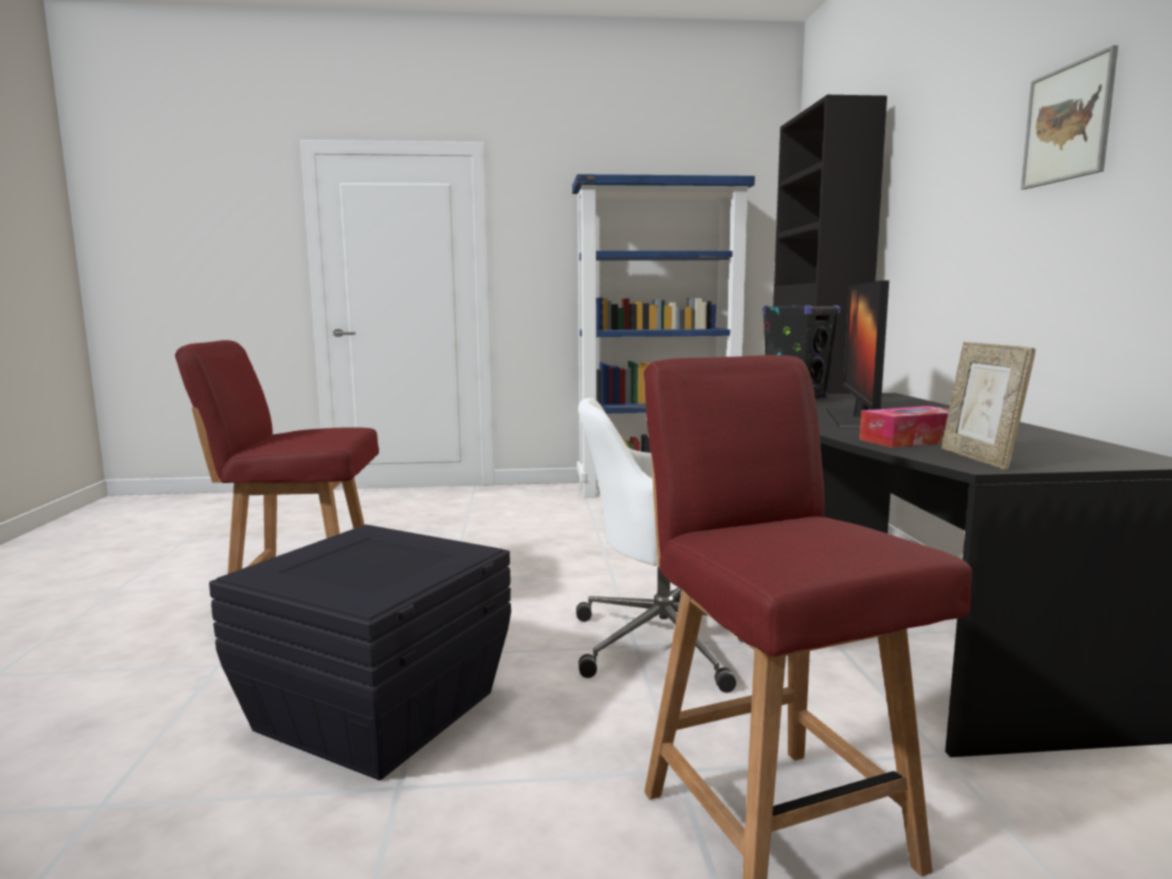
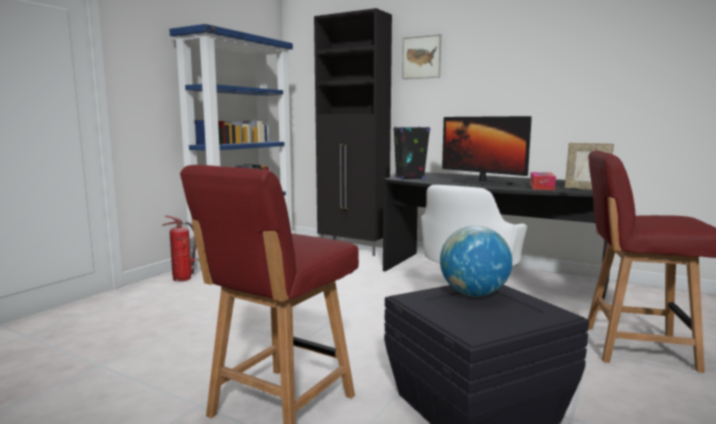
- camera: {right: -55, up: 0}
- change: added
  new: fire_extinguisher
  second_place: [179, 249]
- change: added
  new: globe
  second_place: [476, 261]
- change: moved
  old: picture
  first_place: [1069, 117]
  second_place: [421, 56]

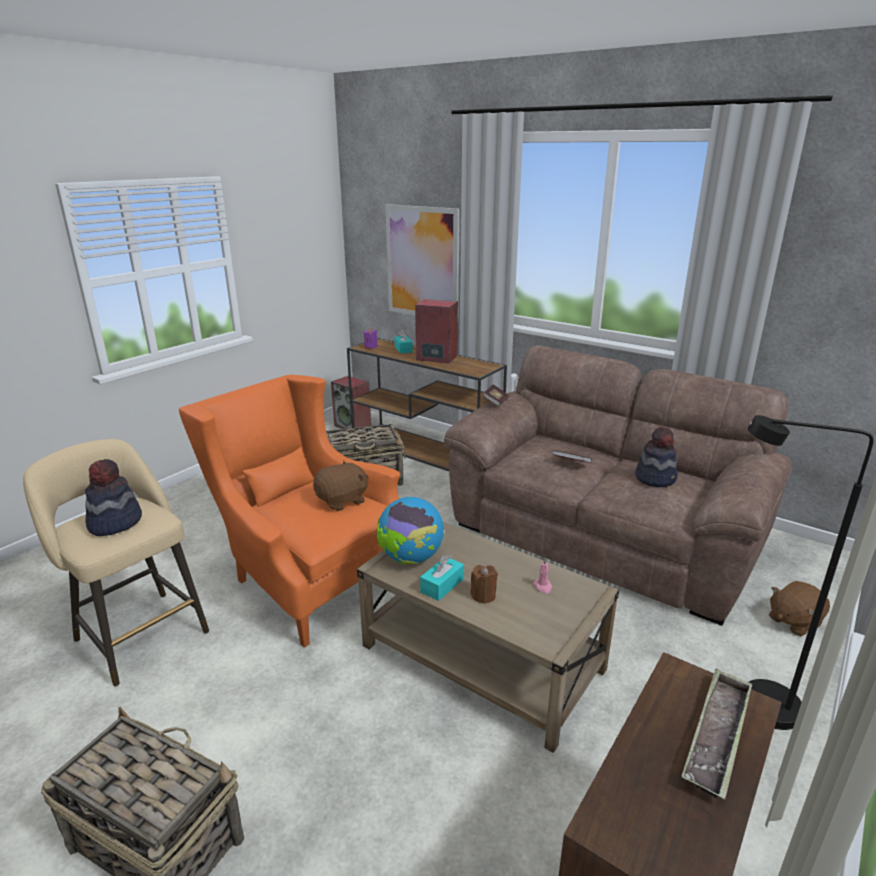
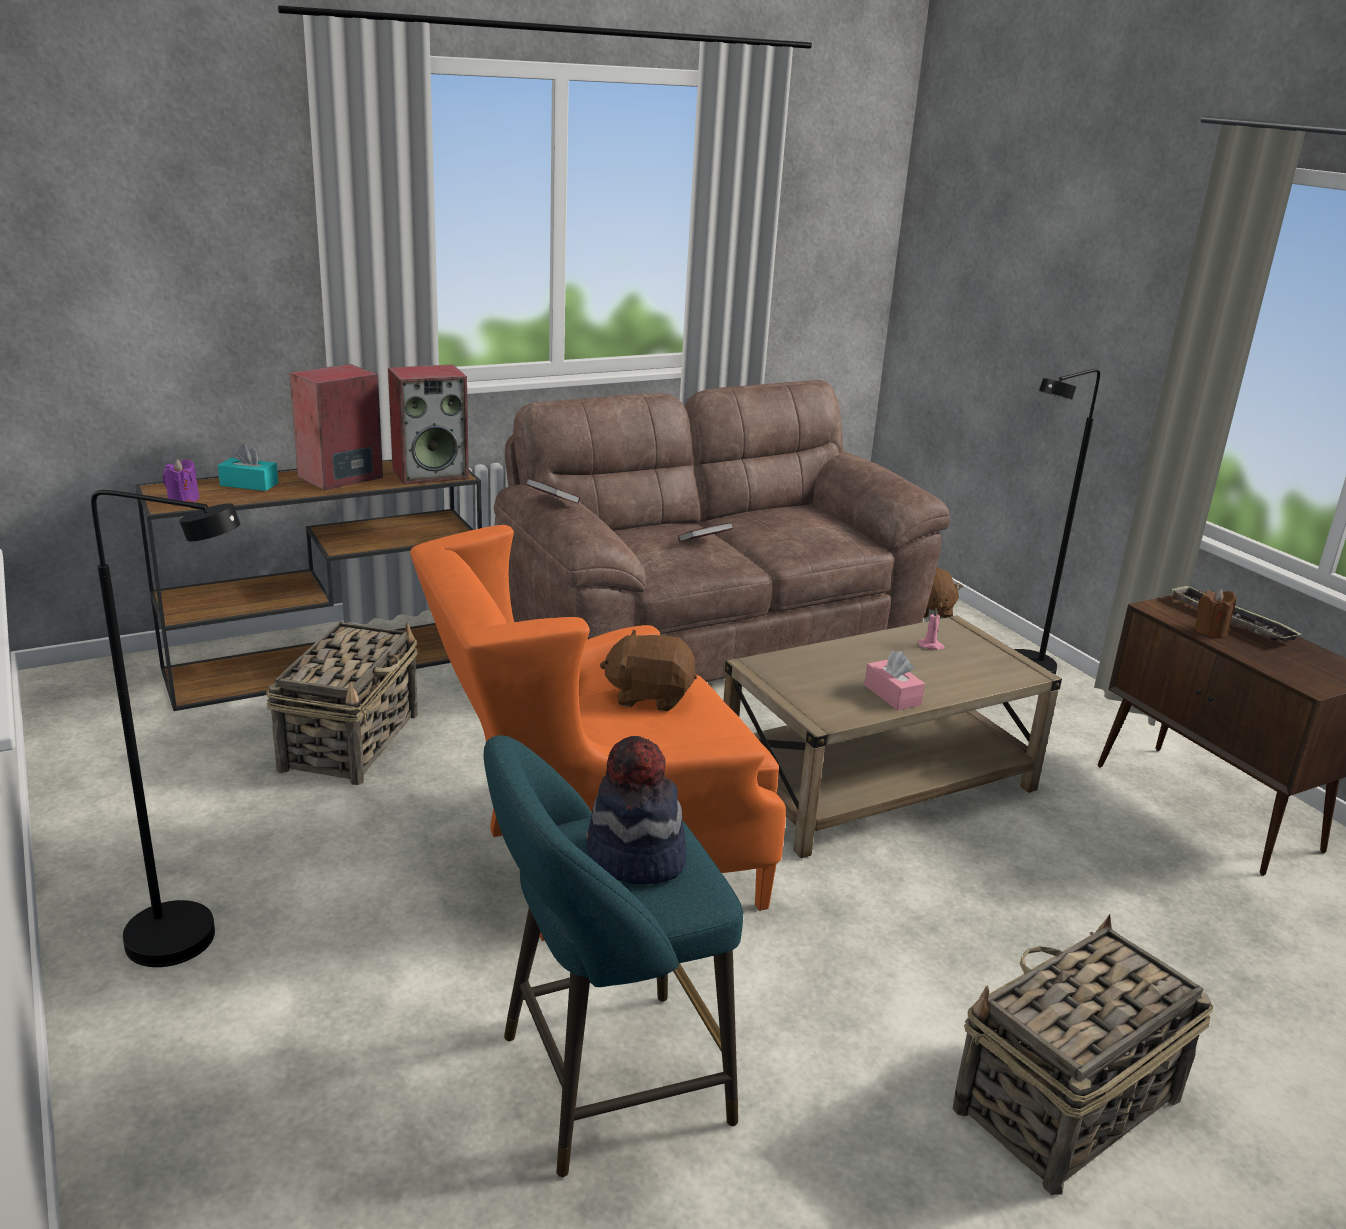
- camera: {right: -65, up: 0}
- change: removed
  old: globe
  first_place: [410, 531]
- change: removed
  old: picture
  first_place: [422, 259]
- change: removed
  old: hat
  first_place: [656, 457]
- change: added
  new: black_floor_lamp
  second_place: [165, 728]
- change: moved
  old: speaker
  first_place: [351, 402]
  second_place: [428, 424]
- change: moved
  old: brown_candle
  first_place: [484, 584]
  second_place: [1215, 613]
- change: recoloured
  old: beige_stool
  new: turquoise_stool
  first_place: [116, 563]
  second_place: [613, 956]
- change: recoloured
  old: turquoise_tissue_box
  new: pink_tissue_box
  first_place: [442, 577]
  second_place: [894, 680]
- change: turned
  old: brown_plush_toy
  first_place: [341, 485]
  second_place: [648, 670]
  degrees: -75

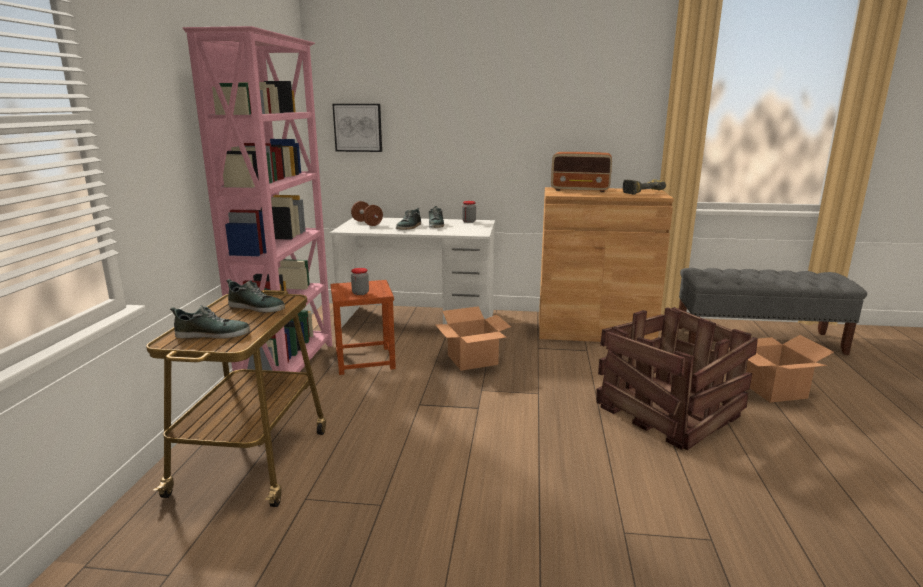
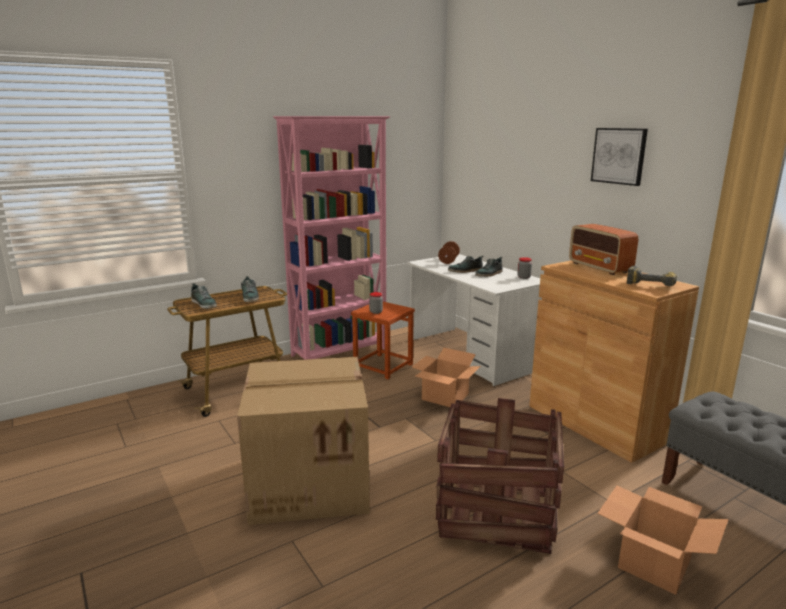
- camera: {right: 50, up: 0}
- change: added
  new: cardboard_box
  second_place: [303, 441]
- change: moved
  old: picture
  first_place: [357, 128]
  second_place: [619, 157]

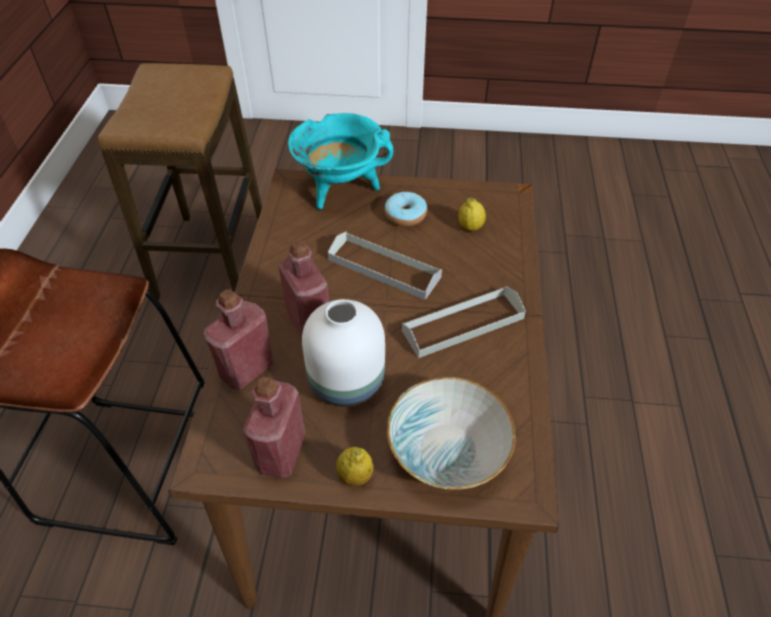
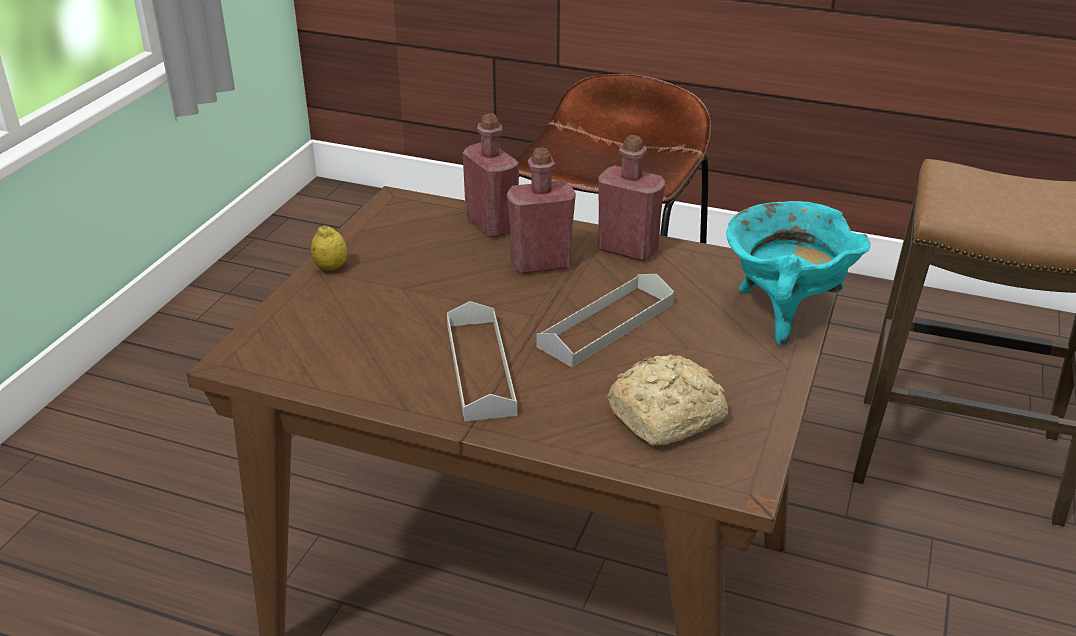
- camera: {right: 105, up: -15}
- change: removed
  old: white_vase
  first_place: [343, 353]
- change: removed
  old: donut
  first_place: [406, 209]
- change: removed
  old: bowl
  first_place: [451, 433]
- change: moved
  old: red_bottle
  first_place: [274, 427]
  second_place: [631, 198]
- change: replaced
  old: lemon
  new: bread
  first_place: [472, 214]
  second_place: [667, 400]

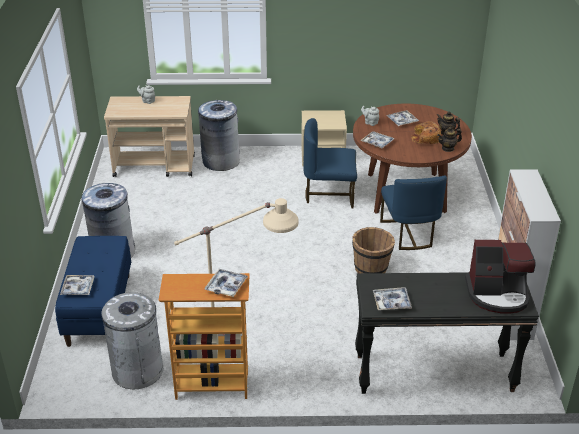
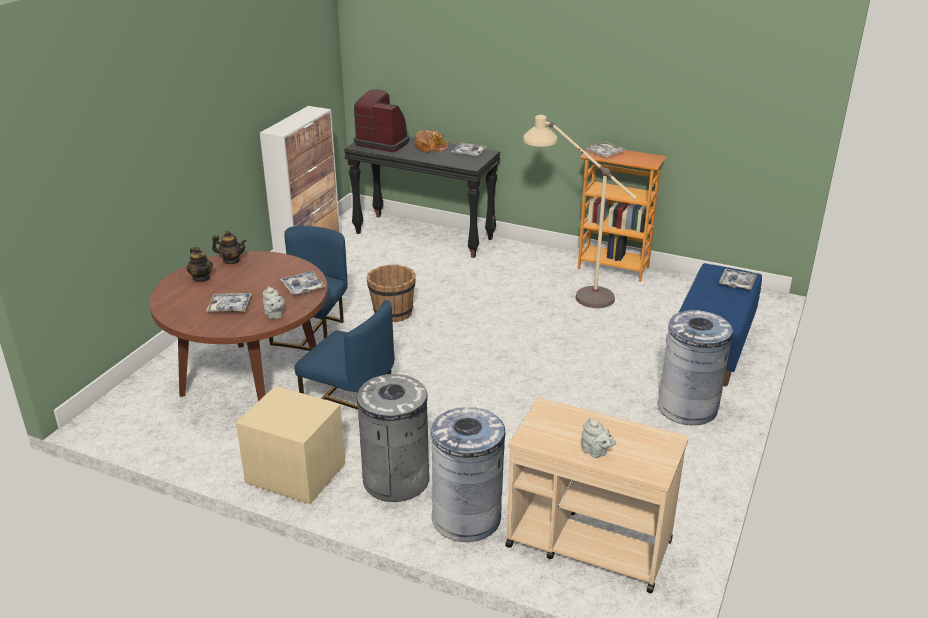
- camera: {right: -155, up: -5}
- change: moved
  old: grey_trash_can
  first_place: [132, 340]
  second_place: [392, 438]
- change: moved
  old: bread
  first_place: [426, 132]
  second_place: [431, 141]

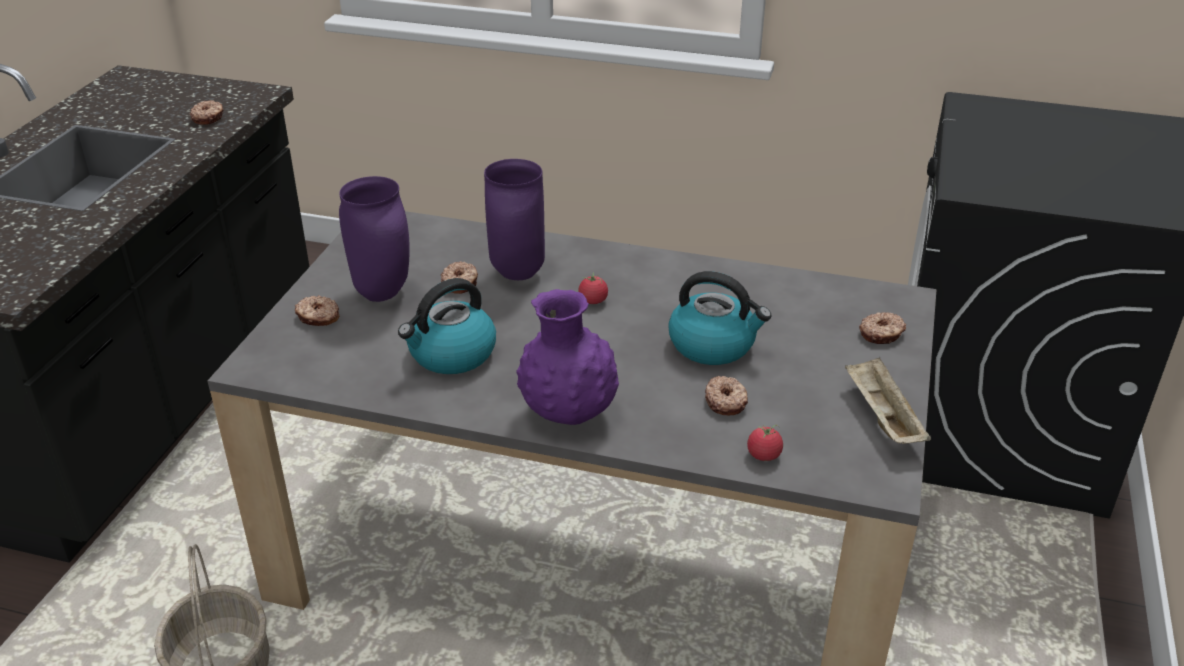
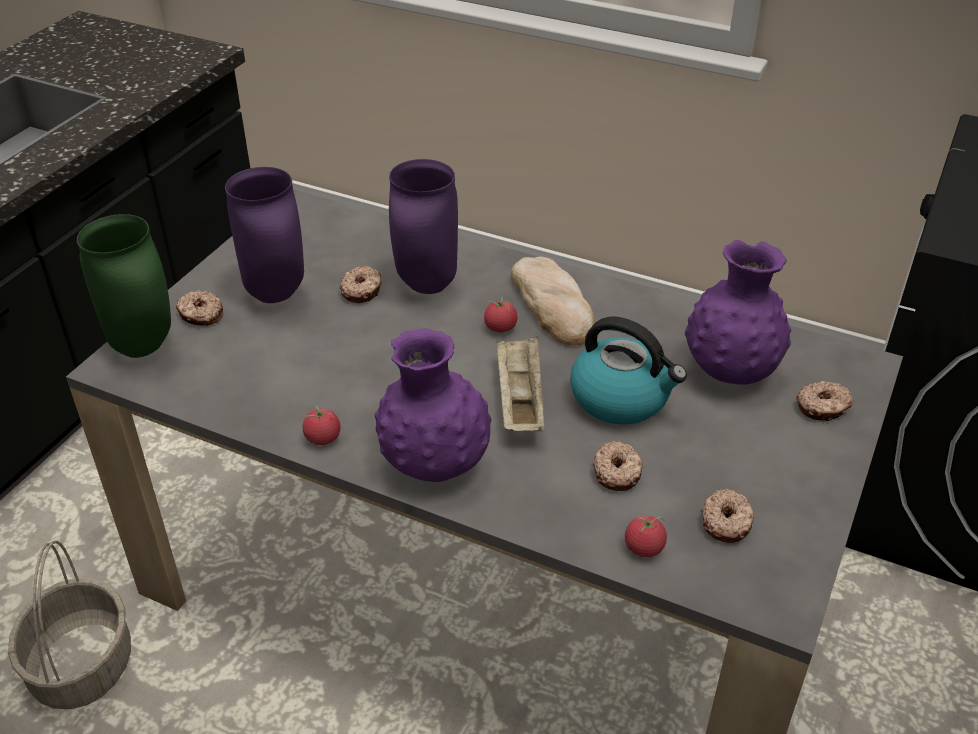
- camera: {right: 10, up: 5}
- change: removed
  old: kettle
  first_place: [447, 326]
- change: added
  new: green_vase
  second_place: [124, 286]
- change: added
  new: tomato
  second_place: [321, 425]
- change: added
  new: bread
  second_place: [553, 301]
- change: added
  new: purple_vase
  second_place: [738, 312]
- change: moved
  old: donut
  first_place: [206, 112]
  second_place: [727, 515]
- change: moved
  old: beige_tray
  first_place: [888, 400]
  second_place: [520, 384]

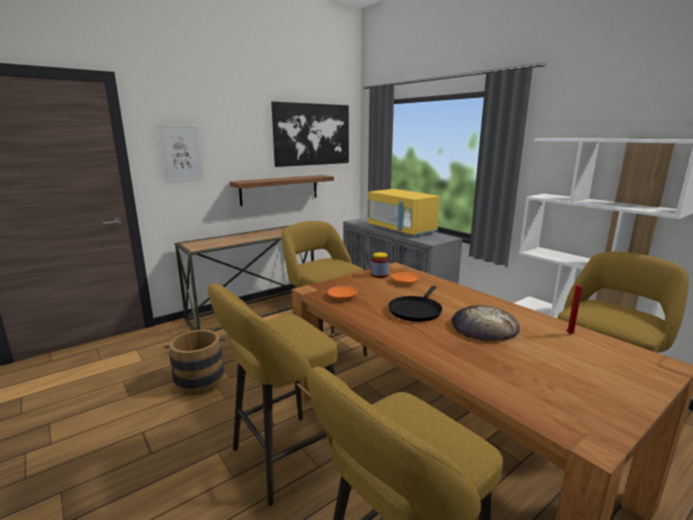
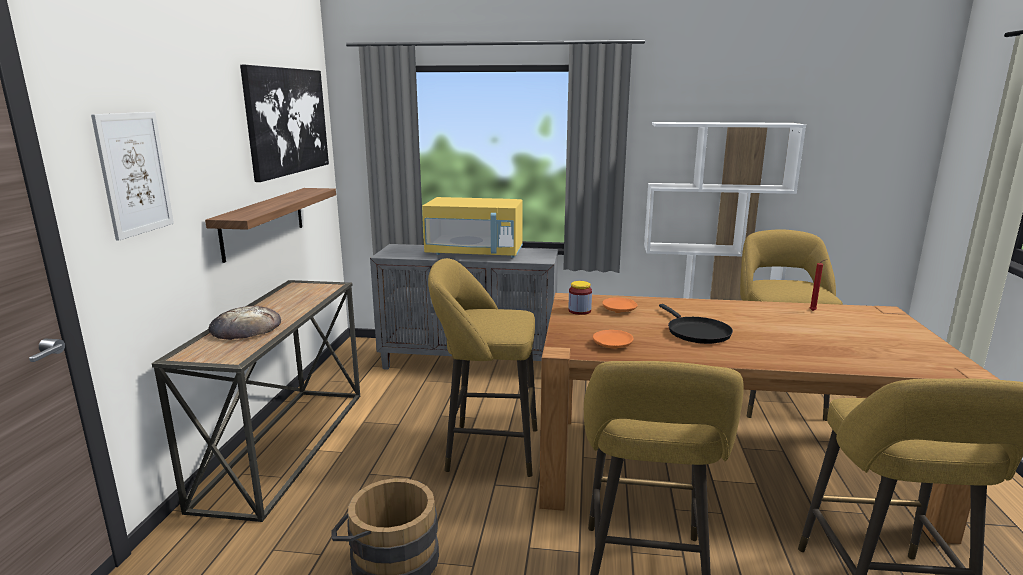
- camera: {right: -45, up: 0}
- change: moved
  old: bread
  first_place: [486, 323]
  second_place: [244, 323]

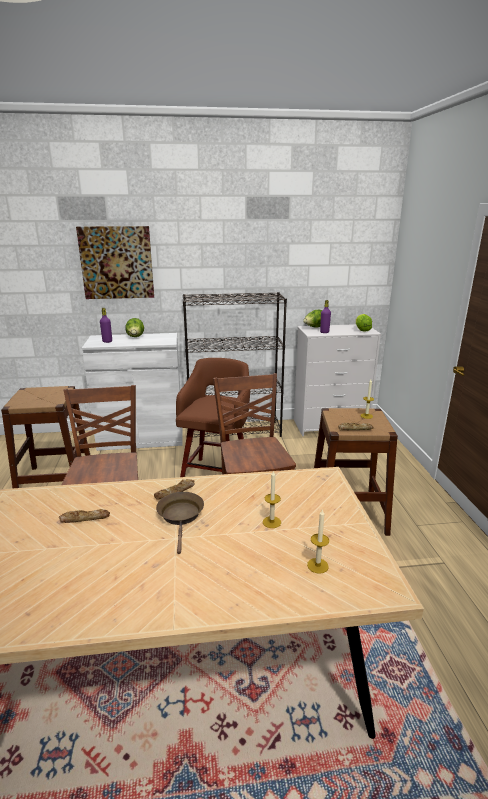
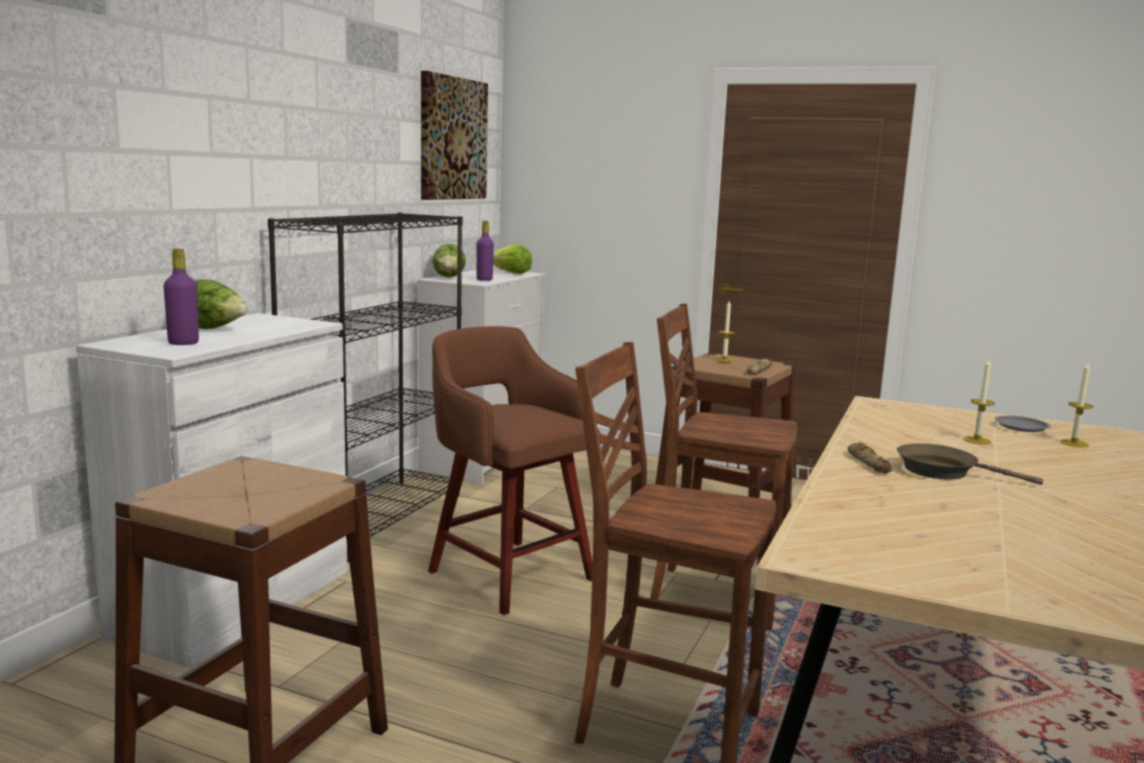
- camera: {right: -60, up: -10}
- change: removed
  old: bread
  first_place: [84, 516]
- change: added
  new: grey_plate
  second_place: [1022, 424]
- change: moved
  old: picture
  first_place: [115, 262]
  second_place: [454, 135]

